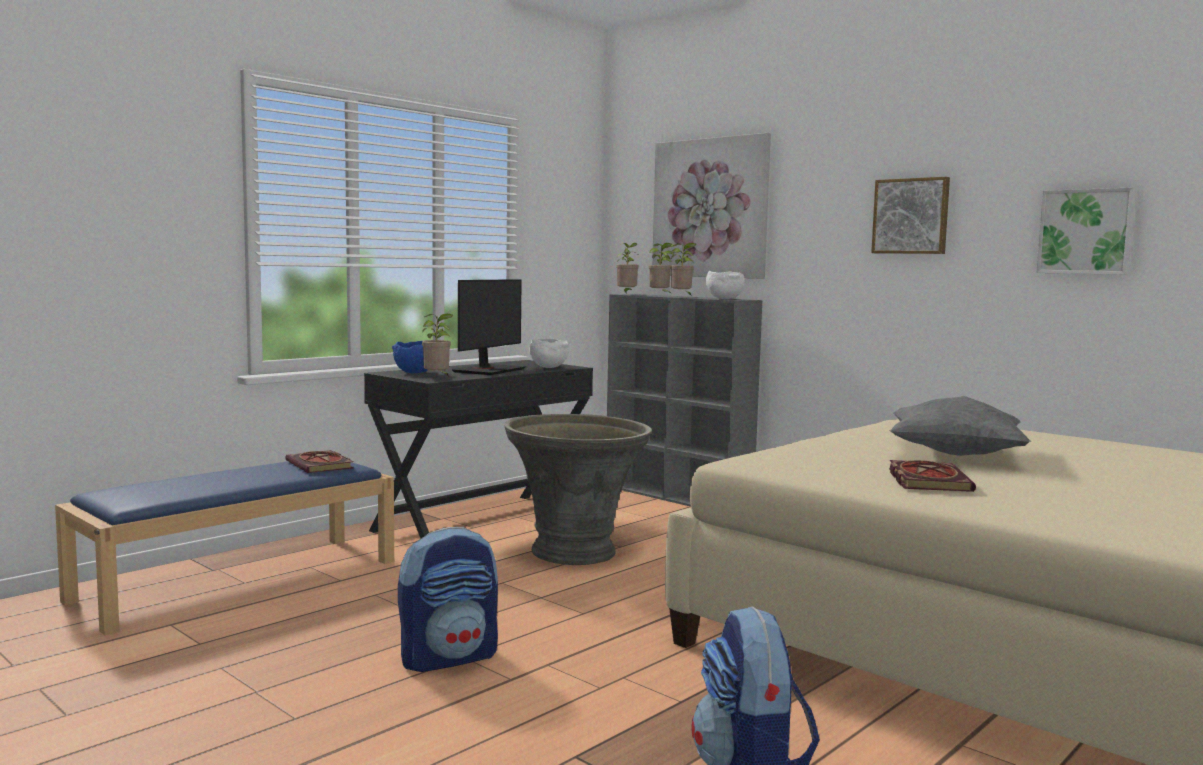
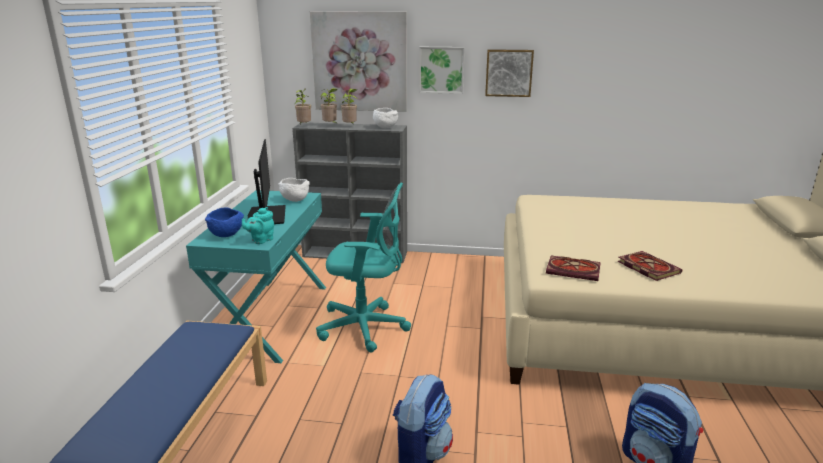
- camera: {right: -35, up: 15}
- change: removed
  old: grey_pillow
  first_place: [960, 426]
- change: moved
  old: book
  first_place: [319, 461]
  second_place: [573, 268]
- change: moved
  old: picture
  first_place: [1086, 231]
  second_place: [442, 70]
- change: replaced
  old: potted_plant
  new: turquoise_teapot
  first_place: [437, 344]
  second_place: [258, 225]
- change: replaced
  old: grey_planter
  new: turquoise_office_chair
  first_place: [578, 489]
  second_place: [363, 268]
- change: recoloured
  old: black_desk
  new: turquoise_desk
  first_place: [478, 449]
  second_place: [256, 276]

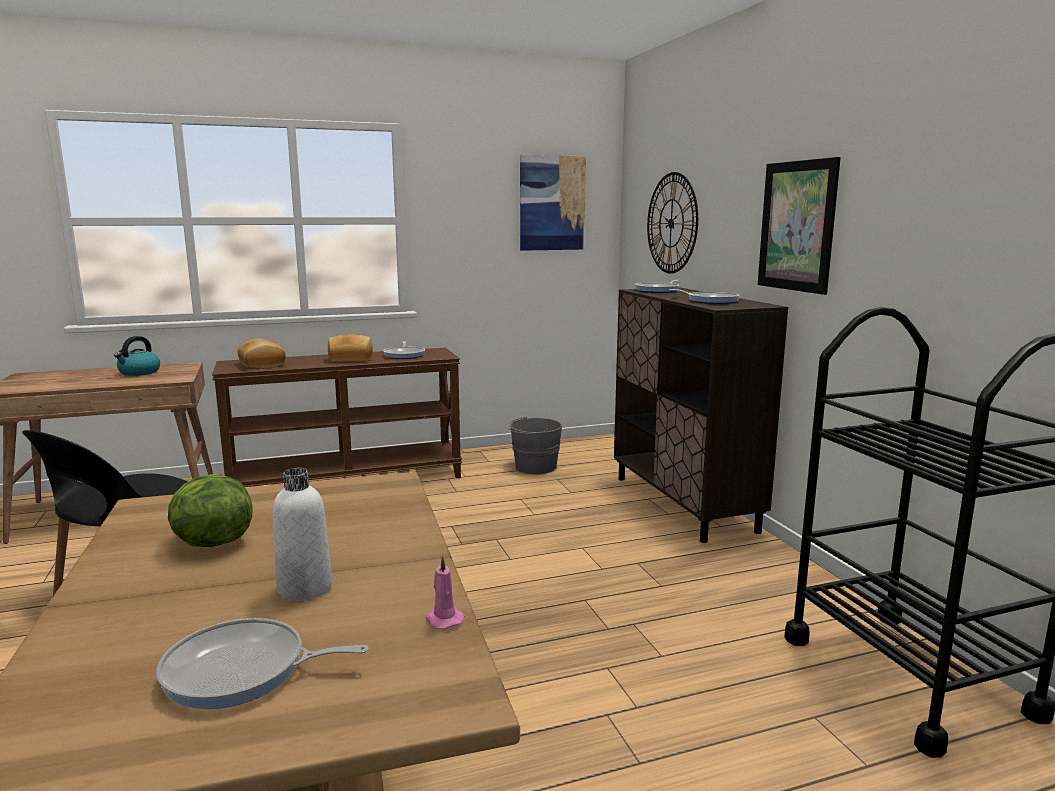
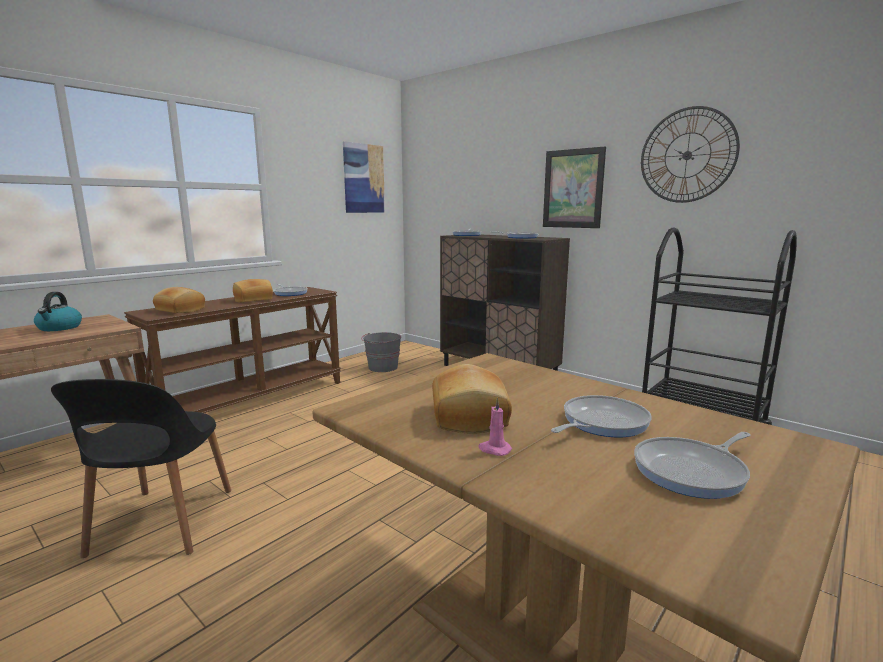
- camera: {right: -30, up: 0}
- change: moved
  old: pink_candle
  first_place: [445, 592]
  second_place: [495, 427]
- change: moved
  old: wall_clock
  first_place: [672, 223]
  second_place: [690, 154]
- change: replaced
  old: lettuce
  new: bread
  first_place: [210, 510]
  second_place: [472, 399]
- change: replaced
  old: white_bottle
  new: frying_pan
  first_place: [302, 534]
  second_place: [601, 416]

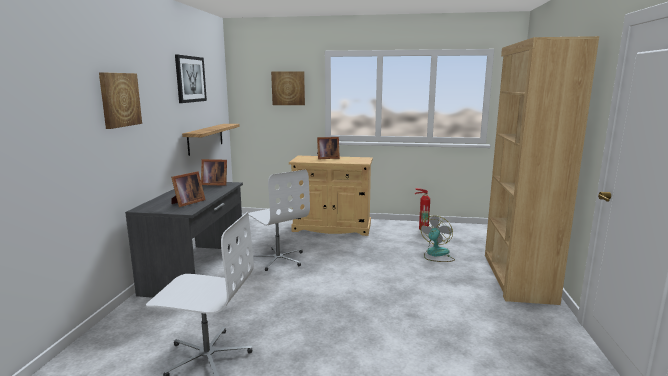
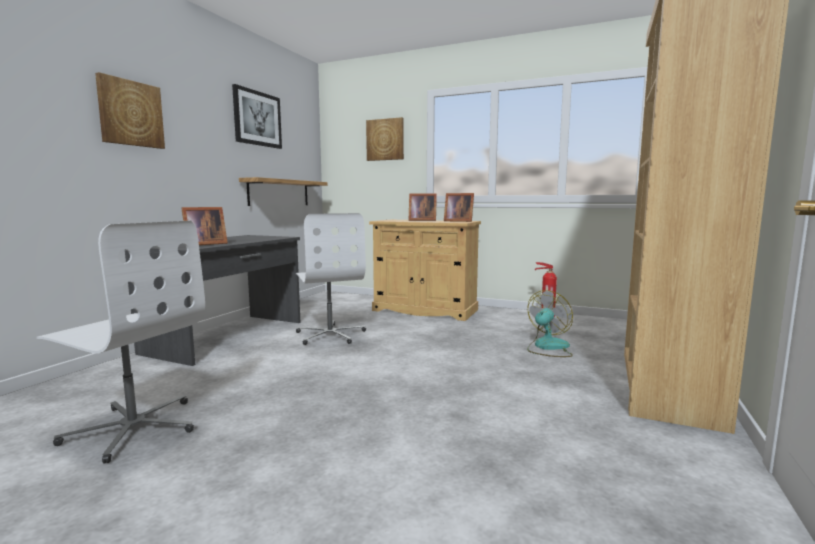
- camera: {right: 15, up: -5}
- change: moved
  old: picture_frame
  first_place: [214, 172]
  second_place: [459, 207]

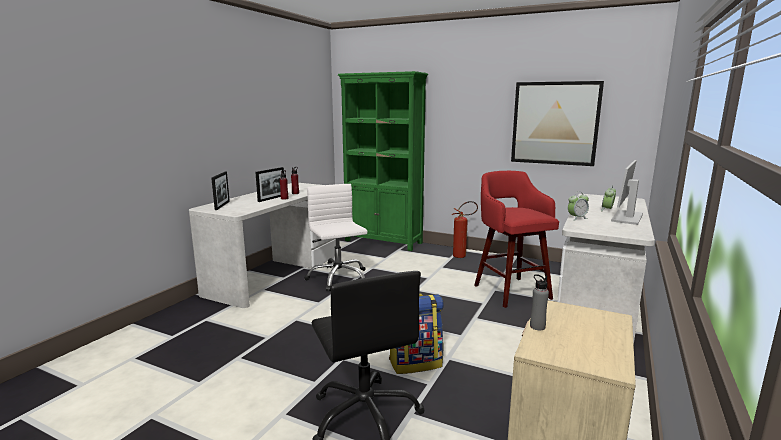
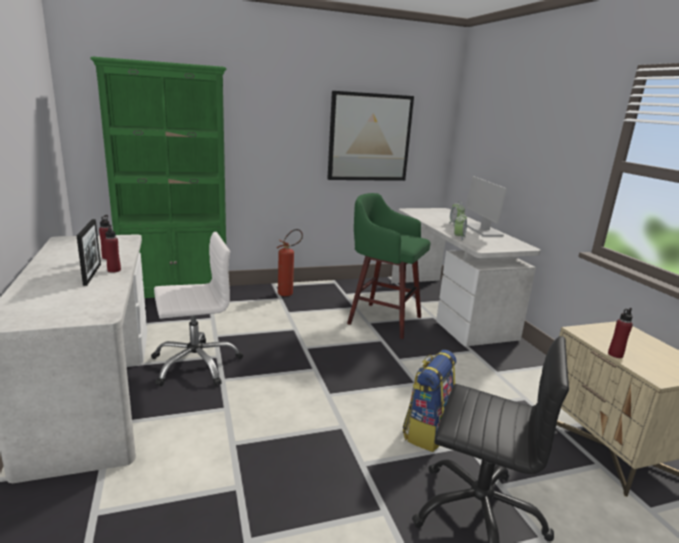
- camera: {right: -45, up: 5}
- change: removed
  old: picture_frame
  first_place: [220, 191]
- change: recoloured
  old: red_stool
  new: green_stool
  first_place: [516, 239]
  second_place: [389, 266]
- change: recoloured
  old: grey_bottle
  new: red_bottle
  first_place: [539, 302]
  second_place: [620, 333]
- change: turned
  old: white_office_chair
  first_place: [336, 237]
  second_place: [197, 309]
  degrees: 135

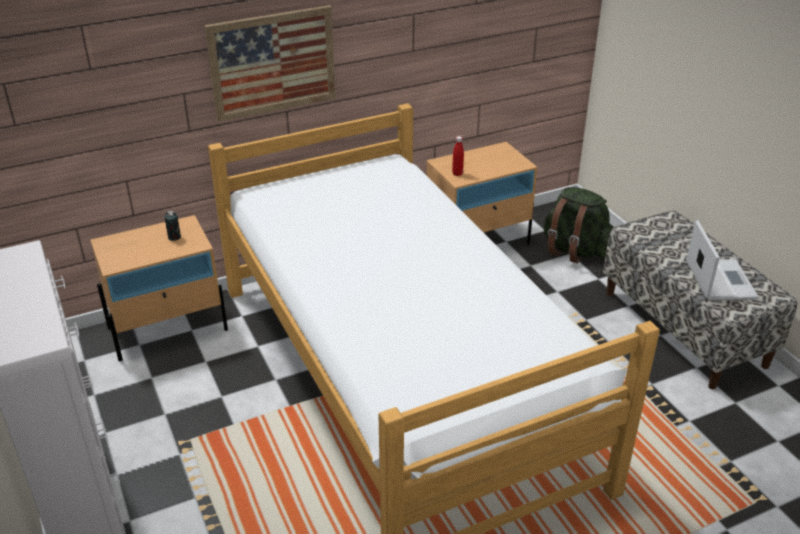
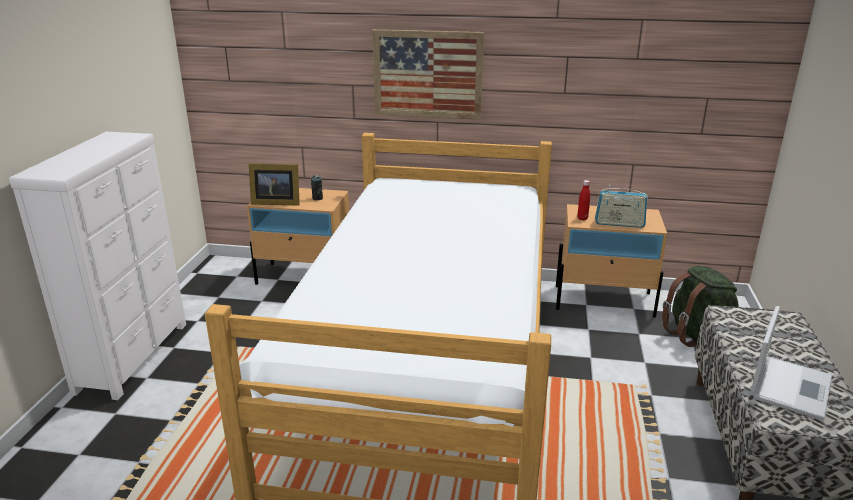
- camera: {right: 35, up: -10}
- change: added
  new: picture_frame
  second_place: [274, 184]
- change: added
  new: radio
  second_place: [621, 206]

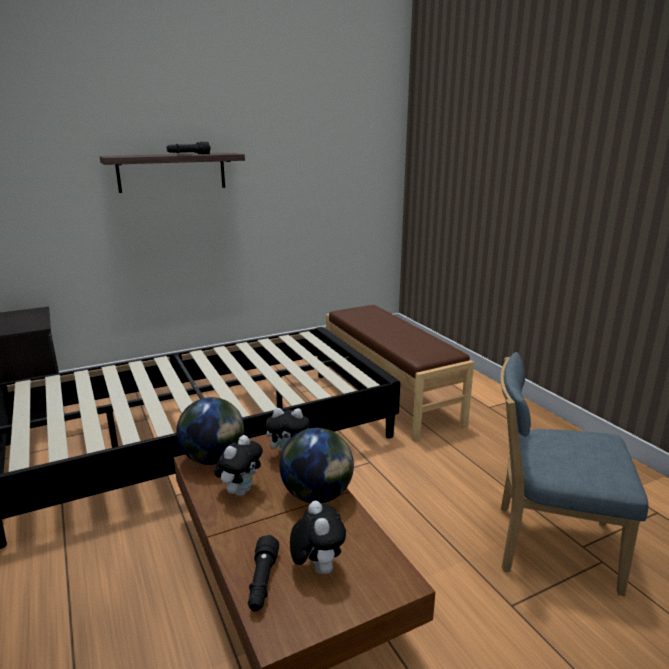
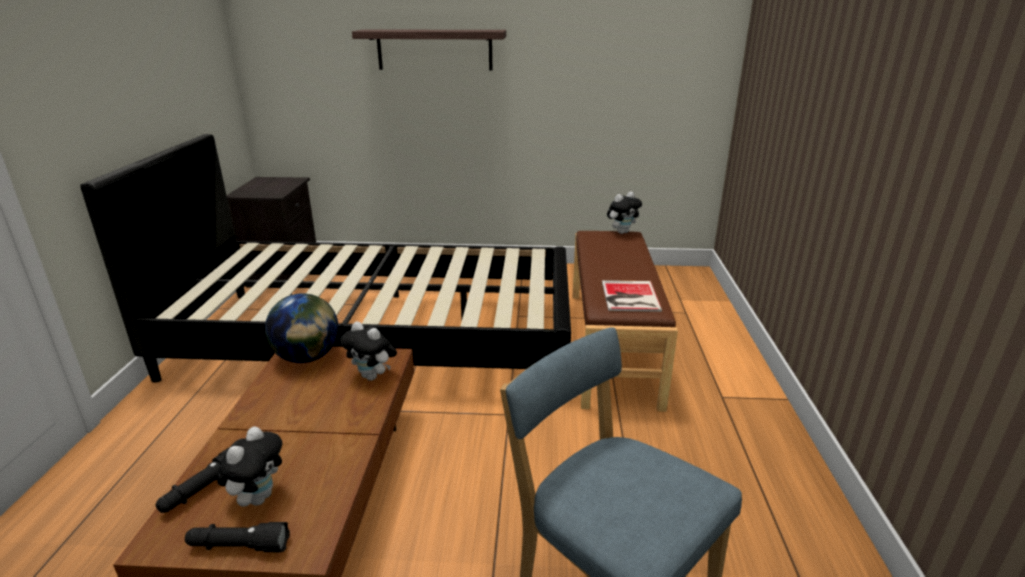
- camera: {right: 30, up: 5}
- change: removed
  old: globe
  first_place: [317, 465]
- change: added
  new: book
  second_place: [632, 296]
- change: moved
  old: black_flashlight
  first_place: [189, 148]
  second_place: [237, 537]
- change: moved
  old: plush_toy
  first_place: [239, 465]
  second_place: [624, 213]

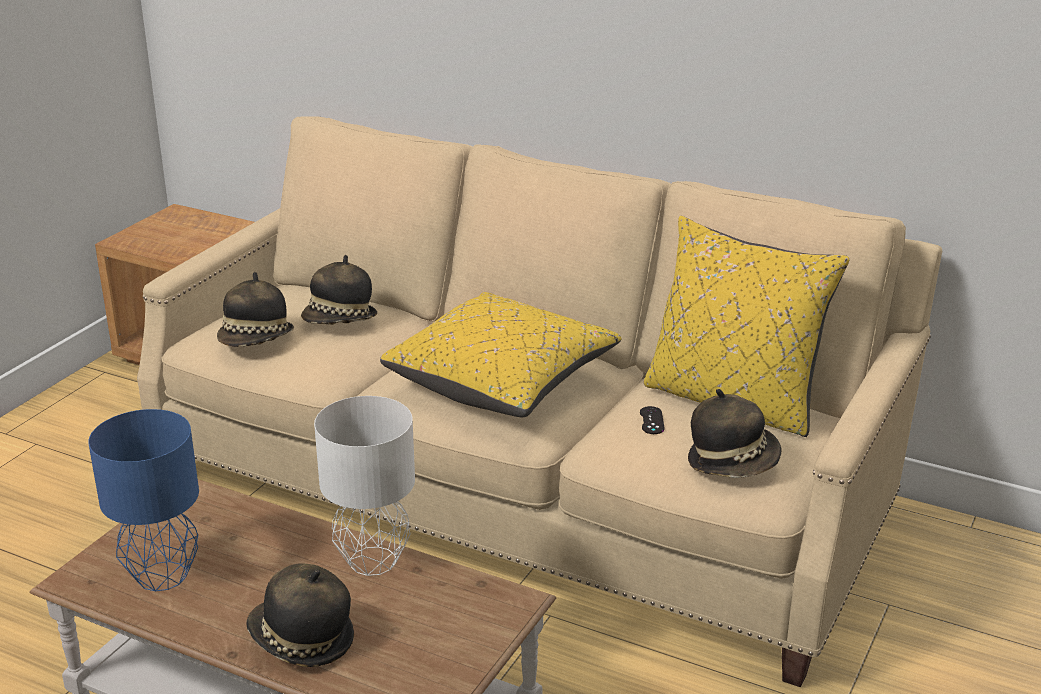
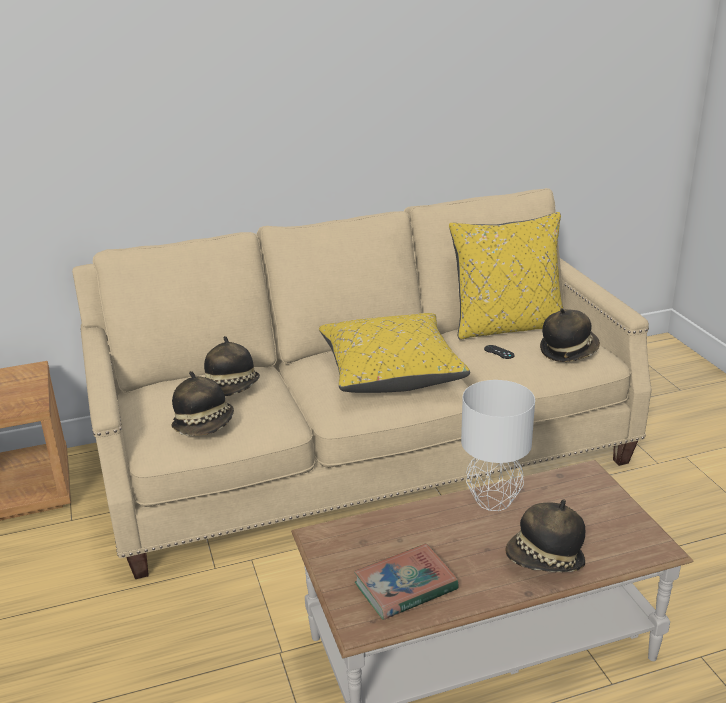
- camera: {right: -45, up: 0}
- change: replaced
  old: blue_table_lamp
  new: book
  first_place: [143, 500]
  second_place: [406, 581]

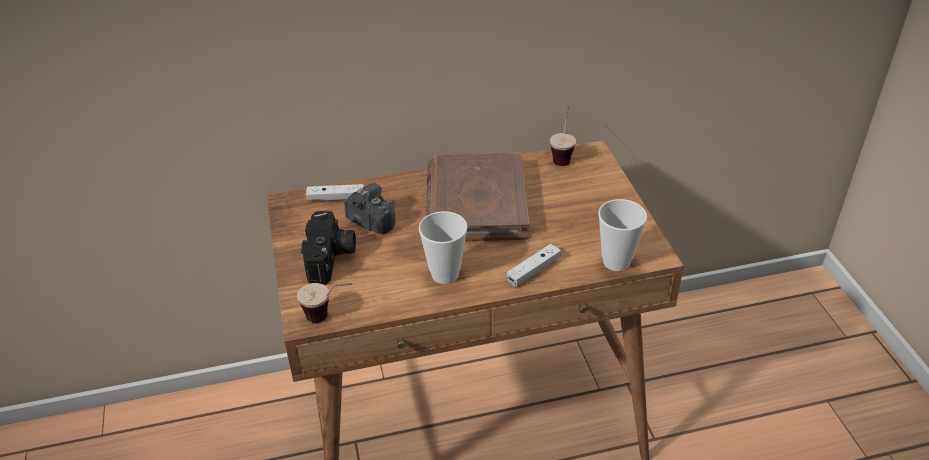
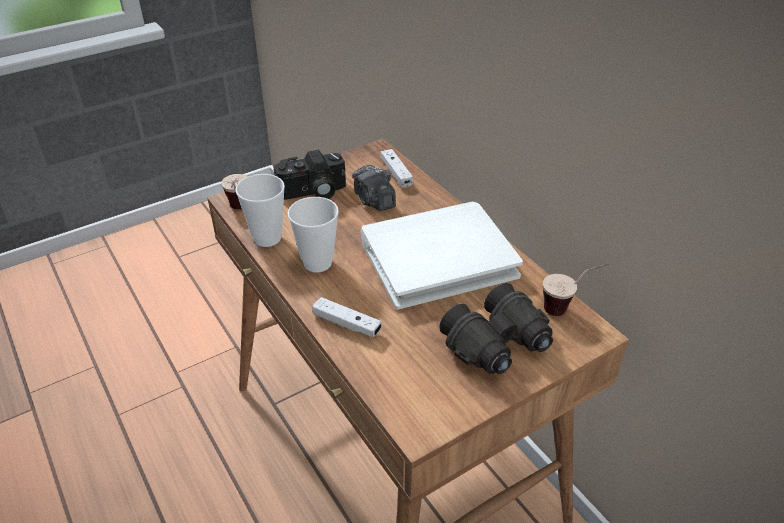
- camera: {right: 70, up: 0}
- change: added
  new: black_binoculars
  second_place: [496, 328]
- change: moved
  old: cup
  first_place: [622, 235]
  second_place: [260, 210]
- change: recoloured
  old: brown_book
  new: white_book
  first_place: [477, 197]
  second_place: [442, 255]
- change: turned
  old: photo_camera
  first_place: [370, 208]
  second_place: [374, 188]
  degrees: 135

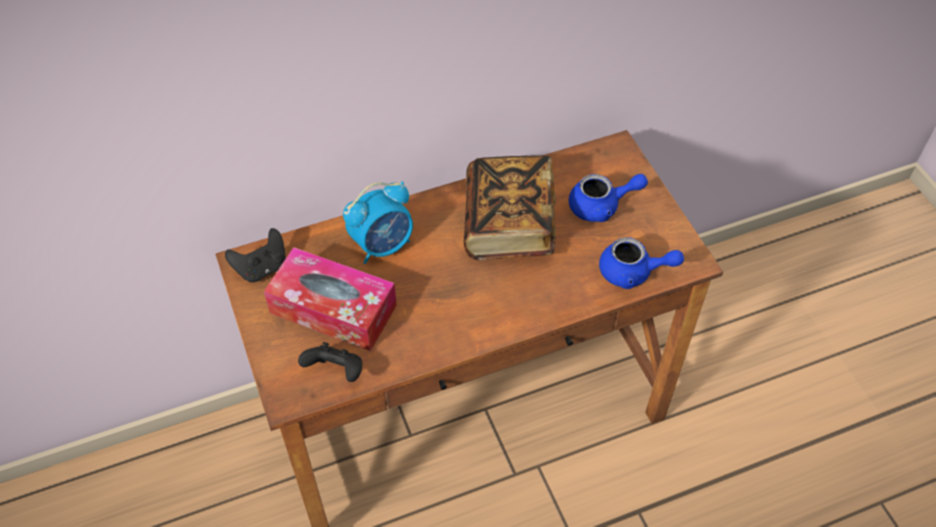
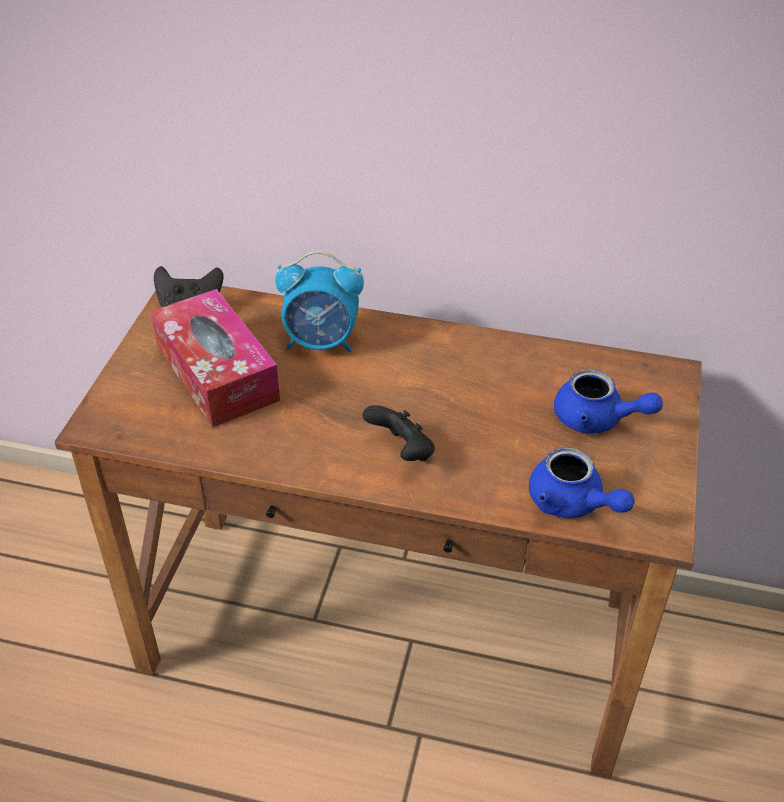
- camera: {right: 35, up: -10}
- change: removed
  old: book
  first_place: [510, 207]
- change: moved
  old: black_game_controller
  first_place: [330, 362]
  second_place: [399, 433]

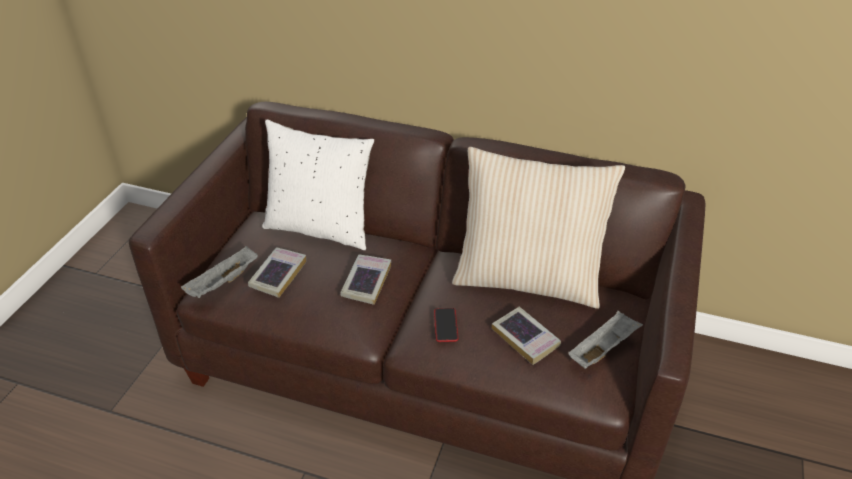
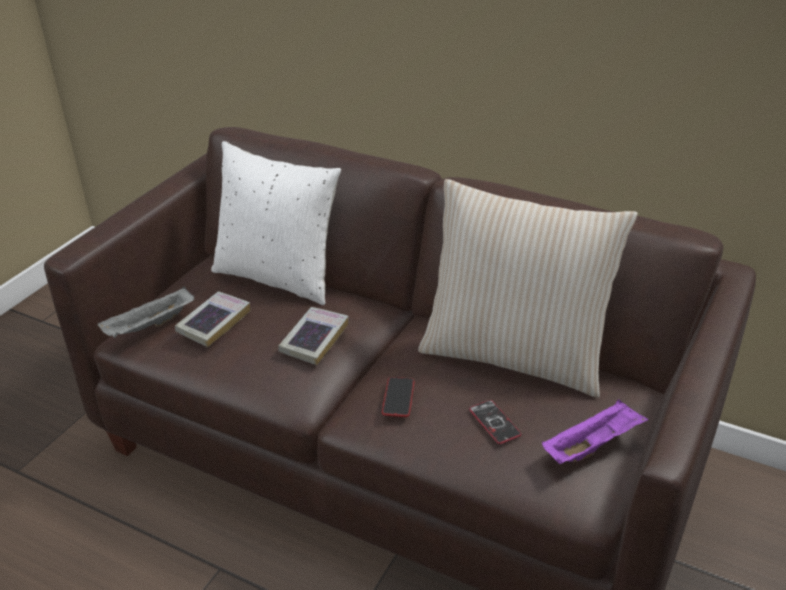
- camera: {right: 10, up: -5}
- change: replaced
  old: book
  new: phone
  first_place: [526, 336]
  second_place: [495, 422]
- change: recoloured
  old: grey_tray
  new: purple_tray
  first_place: [605, 340]
  second_place: [595, 431]

